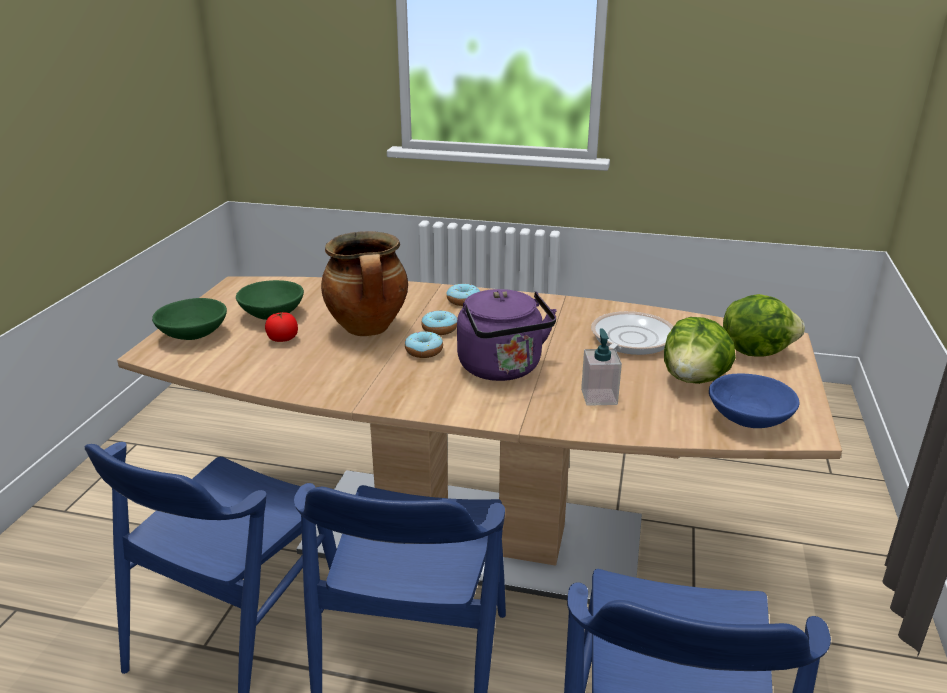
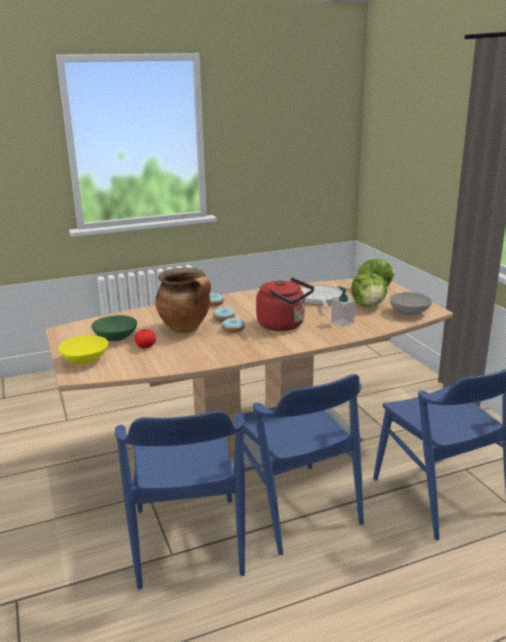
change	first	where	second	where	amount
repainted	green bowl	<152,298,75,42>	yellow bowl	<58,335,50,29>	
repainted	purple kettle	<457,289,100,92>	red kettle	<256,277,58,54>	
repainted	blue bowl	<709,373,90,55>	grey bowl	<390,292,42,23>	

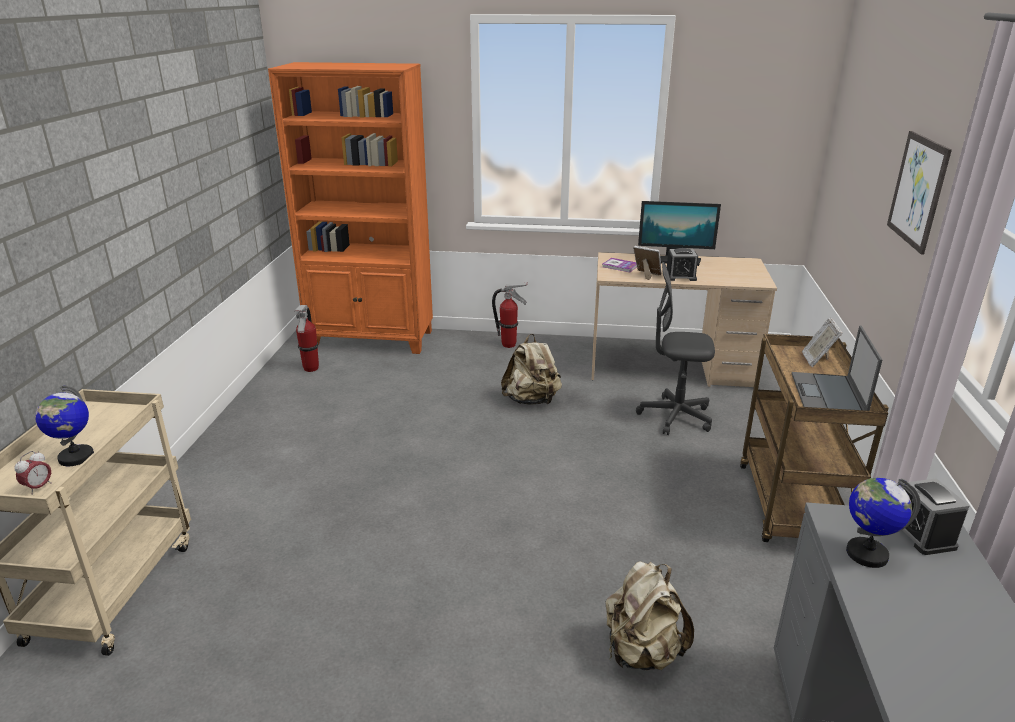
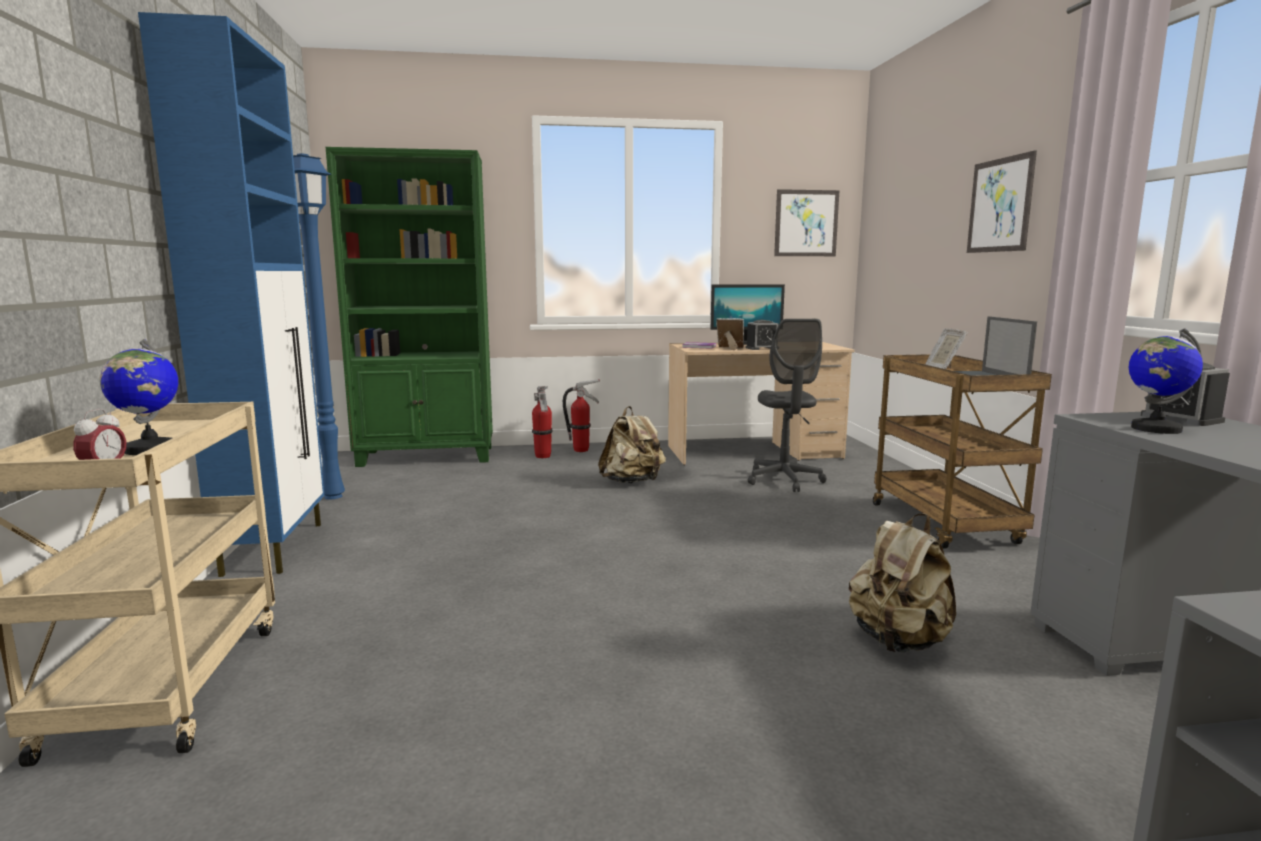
change	first	where	second	where	amount
new			blue cabinet	<138,12,187,565>	
new			blue floor lamp	<293,153,52,346>	
new			picture	<774,189,66,67>	
shifted	fire extinguisher	<294,305,25,67>		<532,386,21,72>	
repainted	orange bookcase	<268,62,165,292>	green bookcase	<326,147,167,320>	
rotated	grey office chair	<636,262,79,173>		<748,319,79,173>	90 degrees counterclockwise

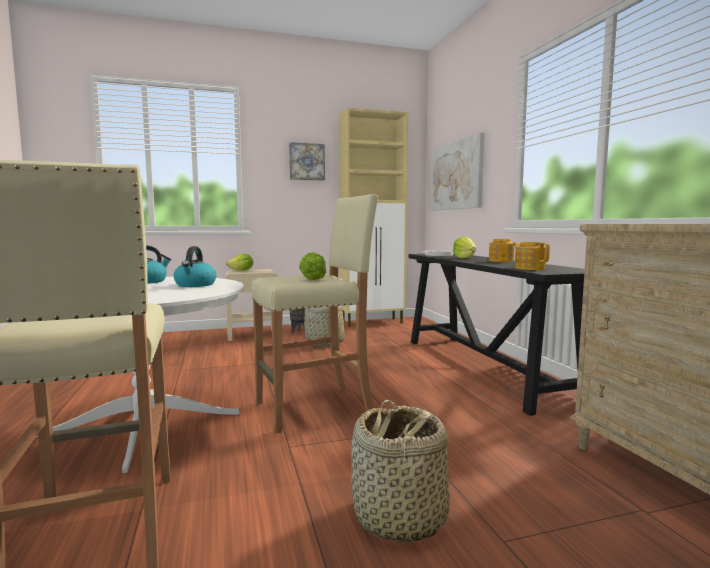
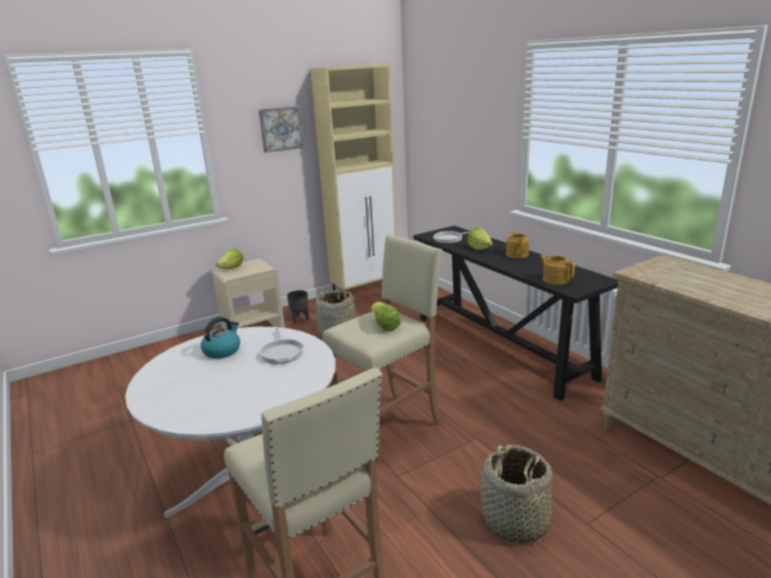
change	first	where	second	where	amount
gone	picture	<430,133,54,78>			
swapped	kettle	<174,246,43,41>	frying pan	<259,328,45,36>	

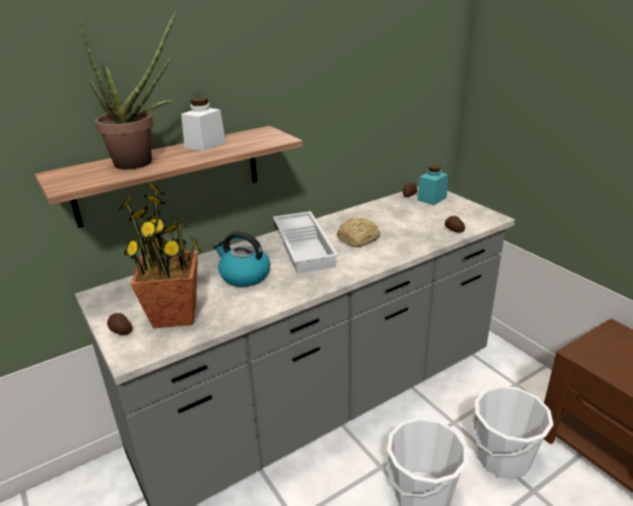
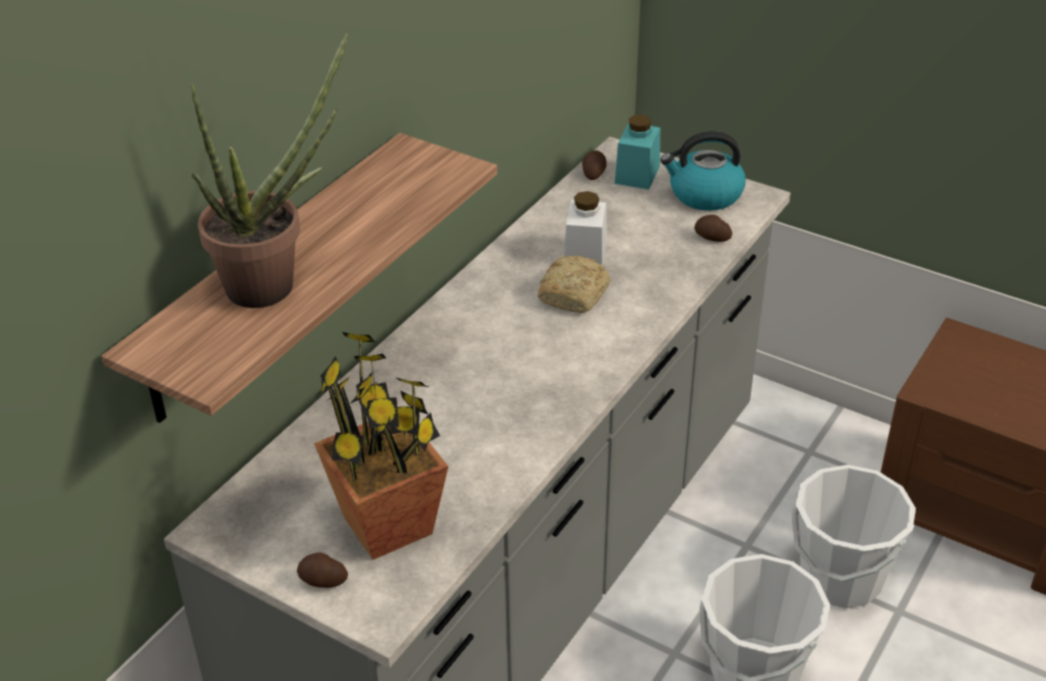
change	first	where	second	where	amount
gone	white tray	<273,211,66,63>			
shifted	white jar	<181,97,45,55>		<564,191,43,74>	
shifted	kettle	<213,231,57,56>		<660,131,85,80>	

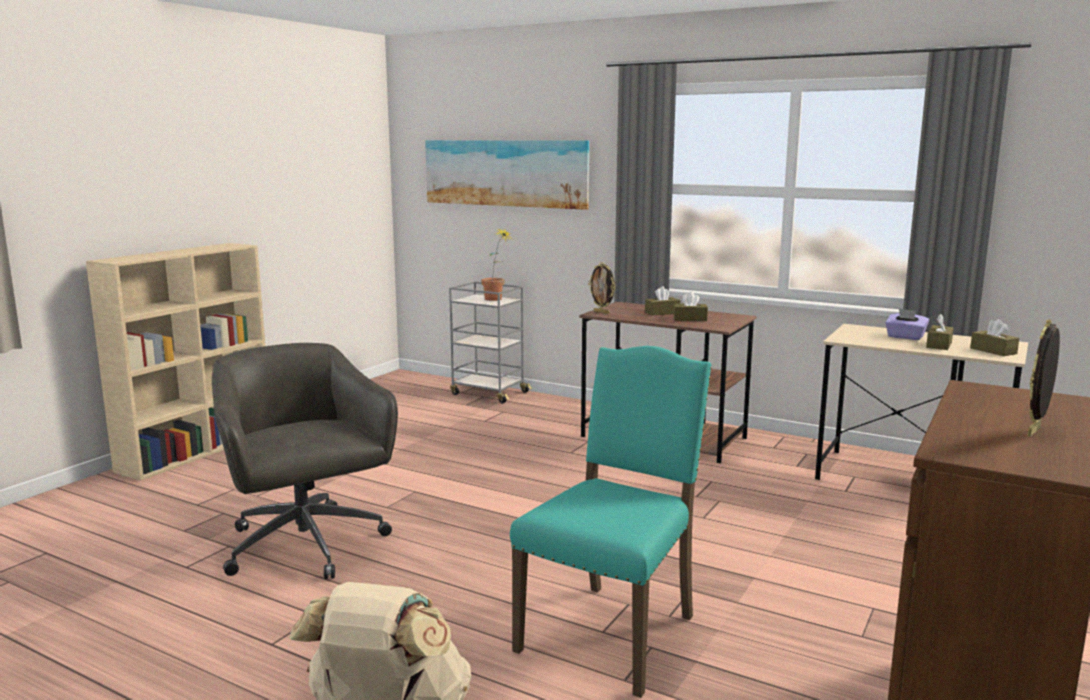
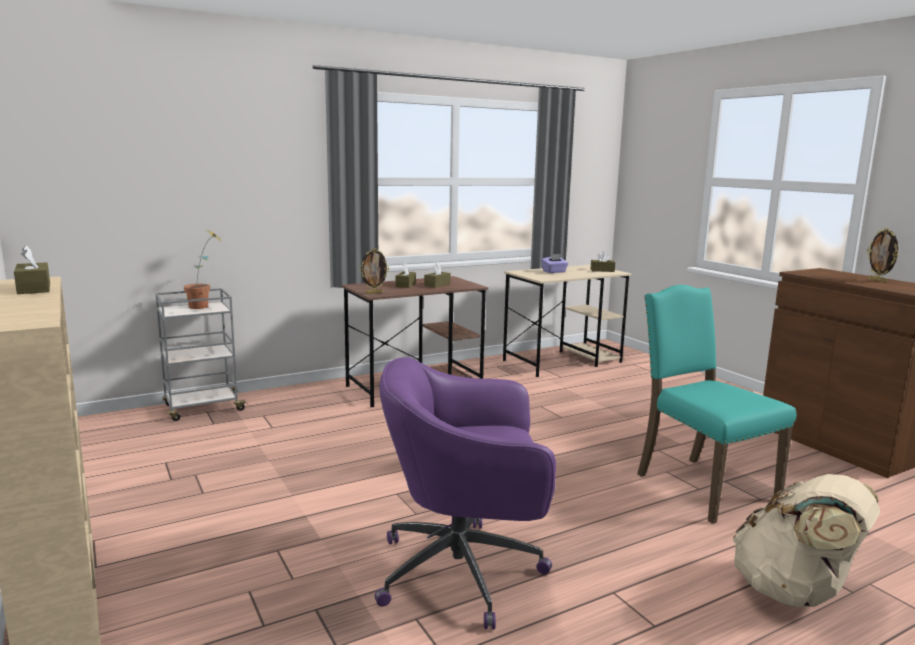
change	first	where	second	where	amount
gone	picture	<425,140,164,70>			
shifted	brown tissue box	<926,314,28,36>		<14,245,36,49>	
repainted	grey office chair	<212,343,186,236>	purple office chair	<375,357,181,273>	

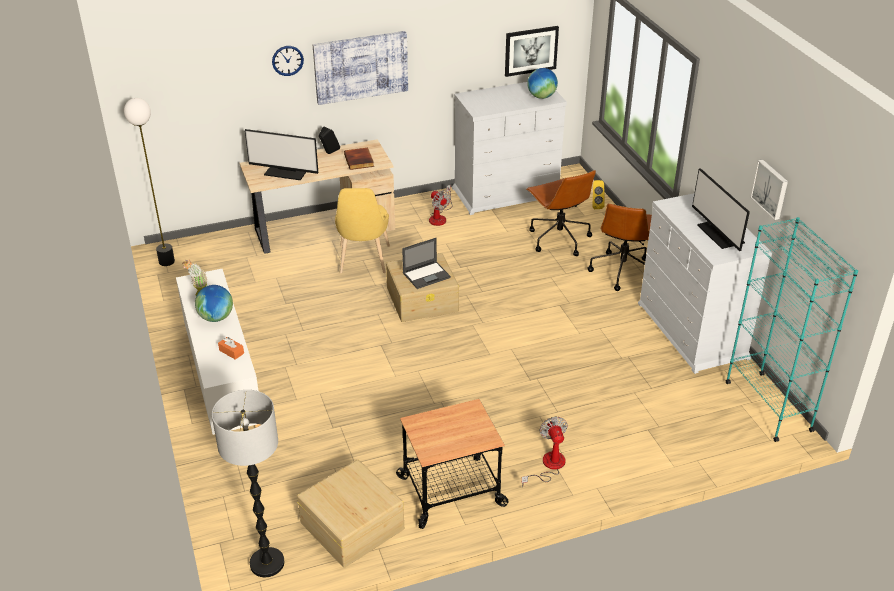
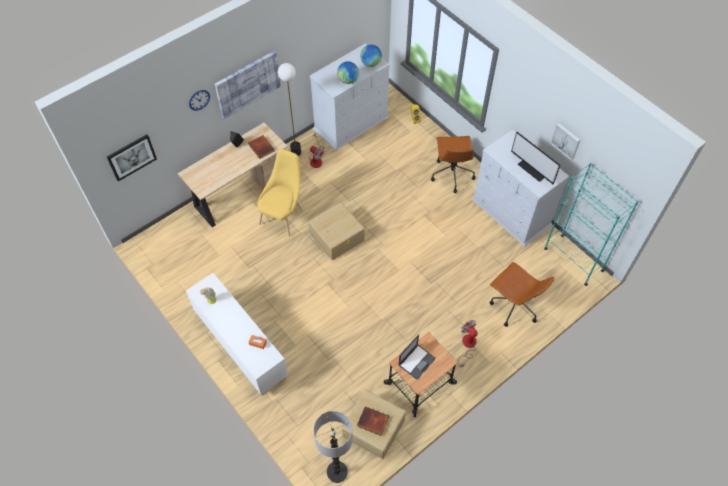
change	first	where	second	where	amount
gone	monitor	<245,129,73,51>			
new			book	<357,406,32,30>	
shifted	floor lamp	<124,98,51,168>		<278,63,23,93>	
shifted	globe	<195,285,38,37>		<337,61,22,23>	
shifted	laptop	<402,238,49,51>		<398,334,38,46>	
shifted	picture	<505,26,54,51>		<107,134,50,48>	
shifted	brown office chair	<526,170,70,86>		<489,262,66,65>	
rotated	yellow chair	<335,188,55,85>		<258,149,45,88>	135 degrees counterclockwise

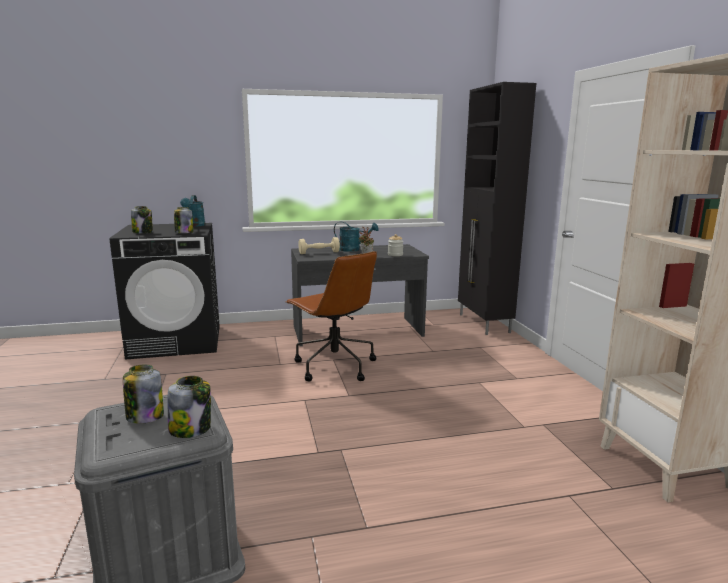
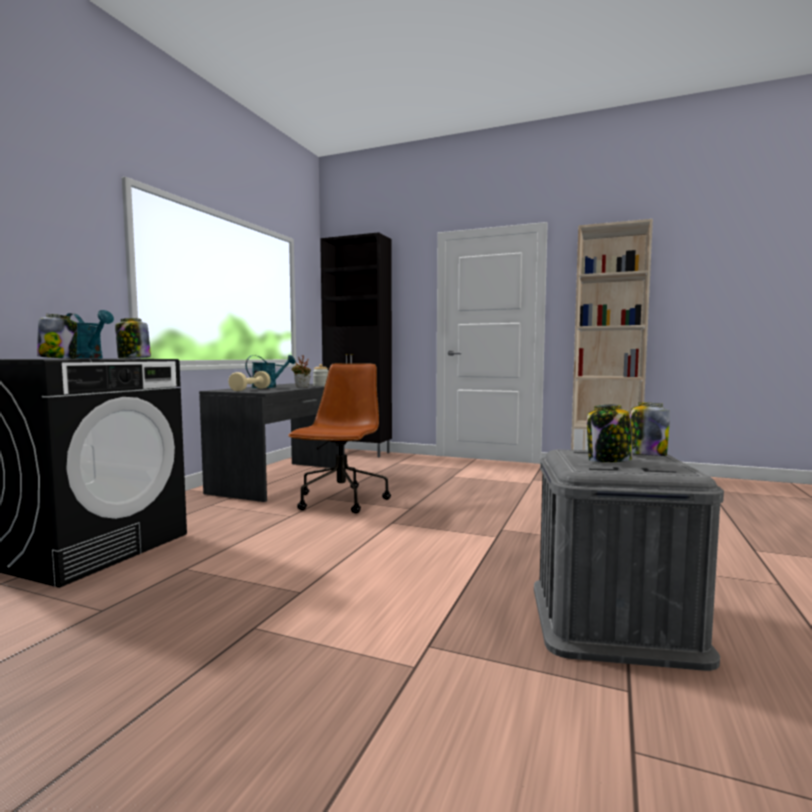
change	first	where	second	where	amount
rotated	brown office chair	<285,251,92,130>		<288,363,103,151>	75 degrees counterclockwise

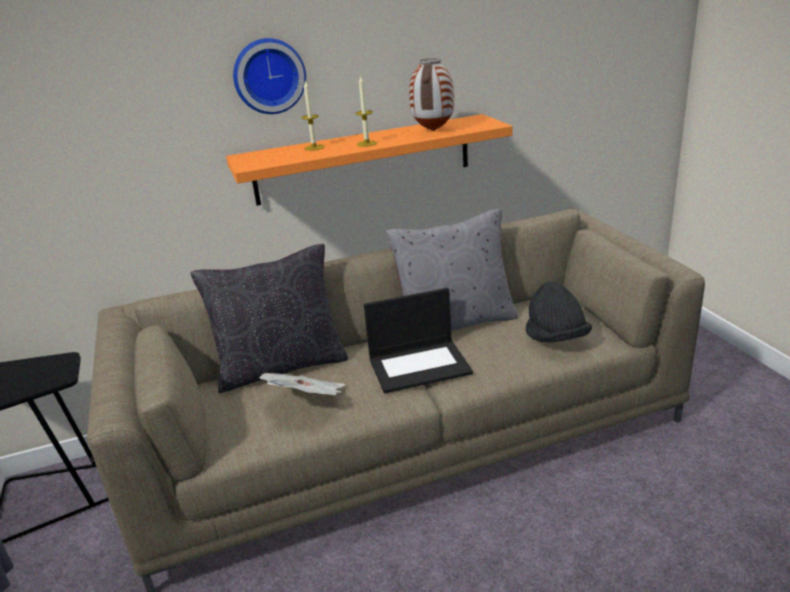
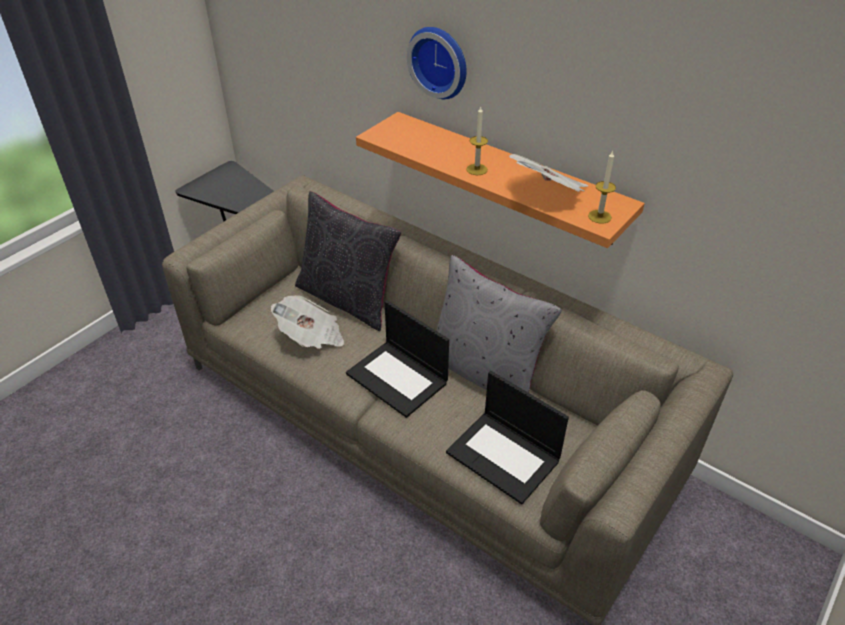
change	first	where	second	where	amount
shifted	candle	<301,81,23,70>		<588,151,28,73>	
swapped	vase	<409,58,45,73>	newspaper	<509,154,79,38>	
swapped	black hat	<526,281,66,62>	laptop	<446,371,123,133>	

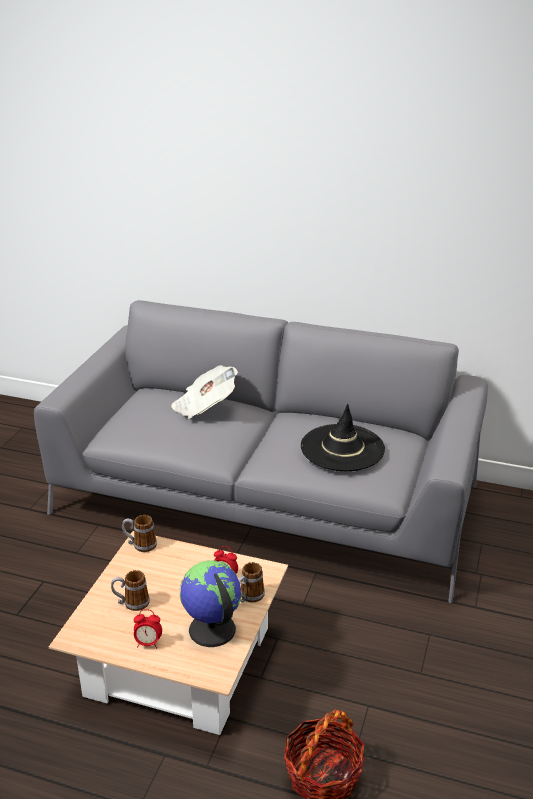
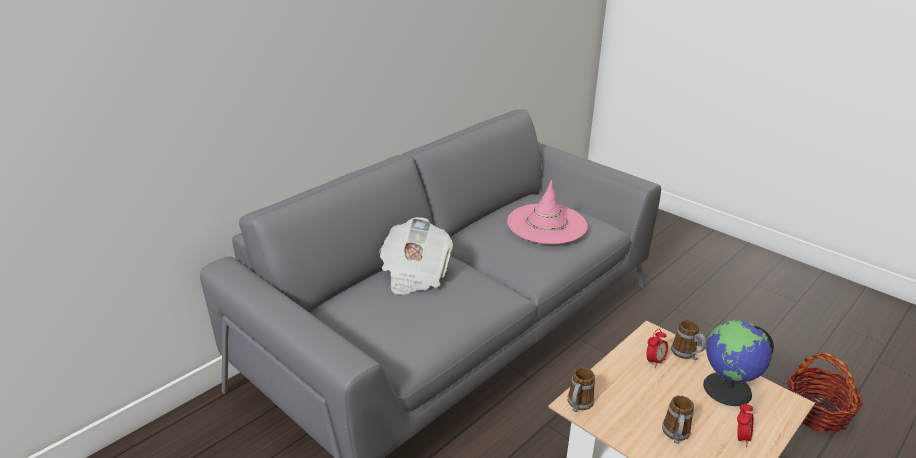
change	first	where	second	where	amount
repainted	black hat	<301,404,84,67>	pink hat	<507,180,81,64>	

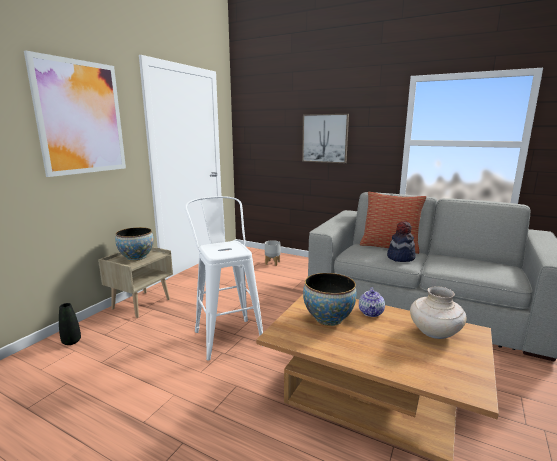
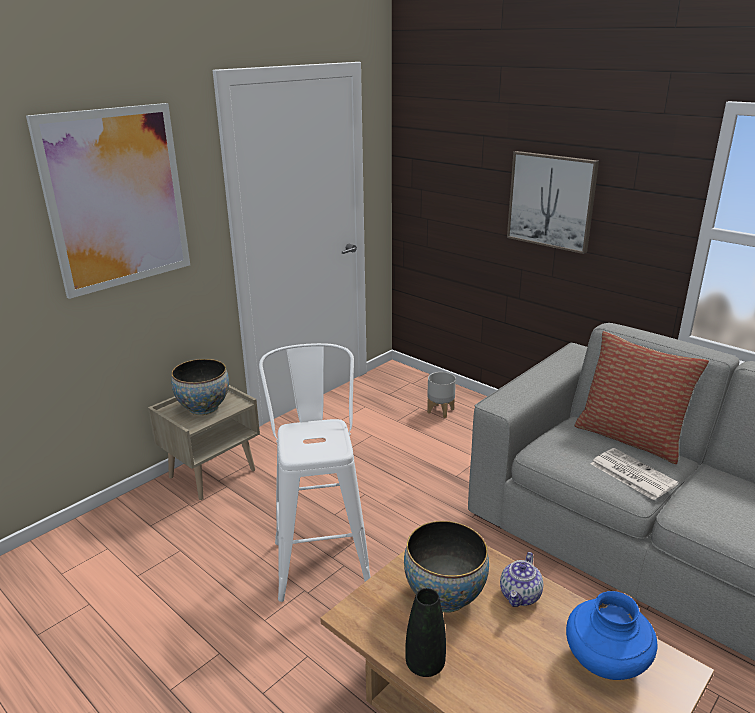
change	first	where	second	where	amount
shifted	black vase	<59,303,22,42>		<405,588,41,89>	
swapped	hat	<387,221,29,41>	newspaper	<590,448,88,52>	
repainted	beige vase	<410,286,57,53>	blue vase	<566,591,91,89>	

